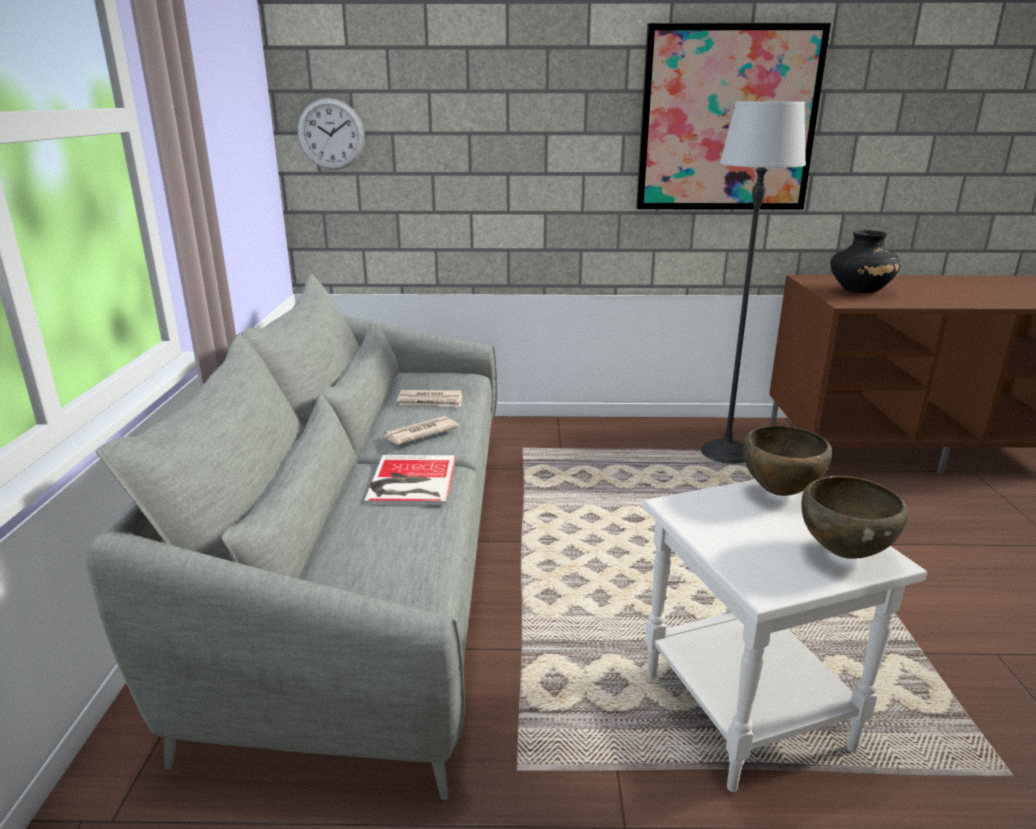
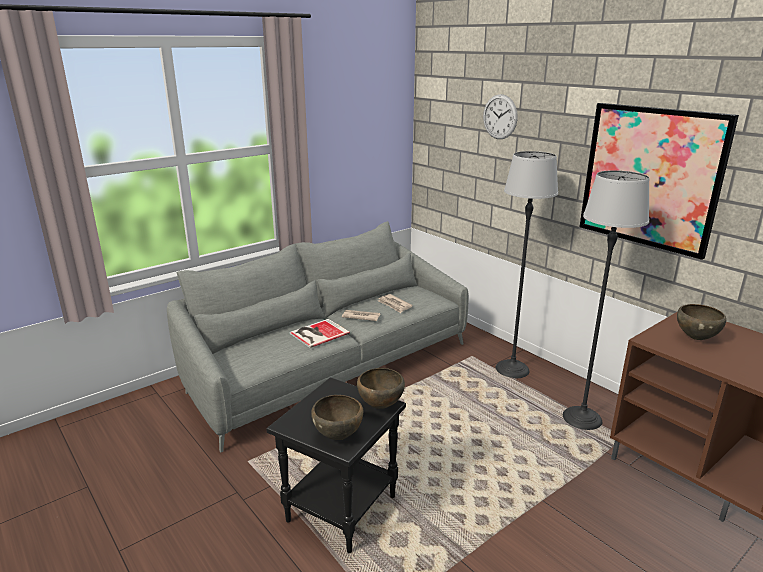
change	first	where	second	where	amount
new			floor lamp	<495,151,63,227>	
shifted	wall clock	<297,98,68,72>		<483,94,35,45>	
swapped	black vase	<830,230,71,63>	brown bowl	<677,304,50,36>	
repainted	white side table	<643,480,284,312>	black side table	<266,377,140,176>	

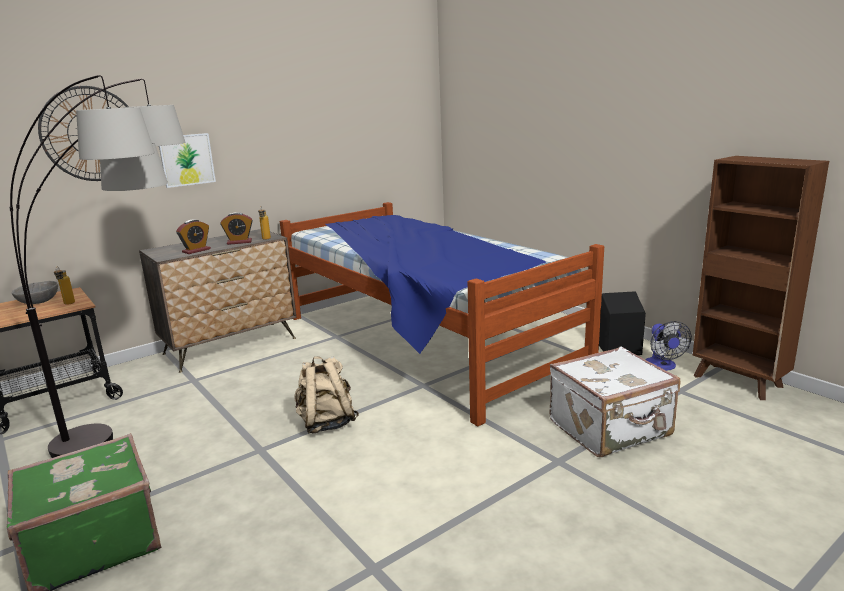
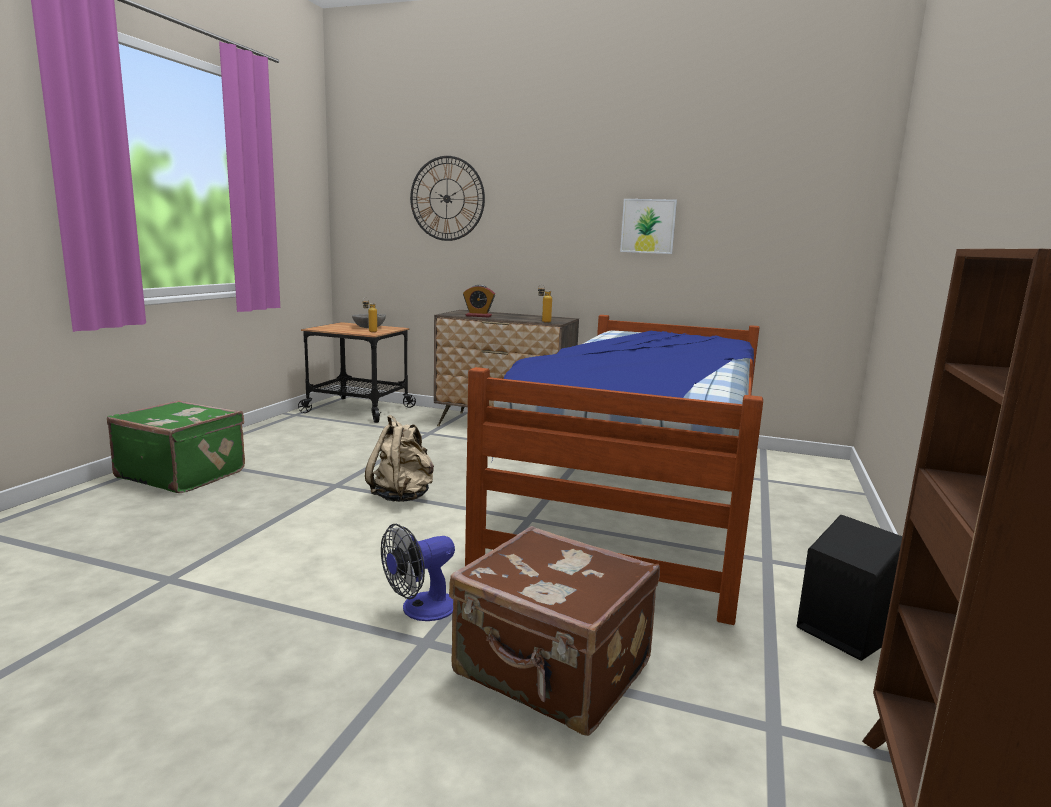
change	first	where	second	where	amount
gone	floor lamp	<10,75,175,383>			
gone	alarm clock	<220,212,33,33>			
shifted	picture	<159,133,57,55>		<620,199,57,55>	
shifted	fan	<645,321,47,50>		<381,524,74,97>	
repainted	white suitcase	<550,346,131,111>	brown suitcase	<449,526,211,210>	

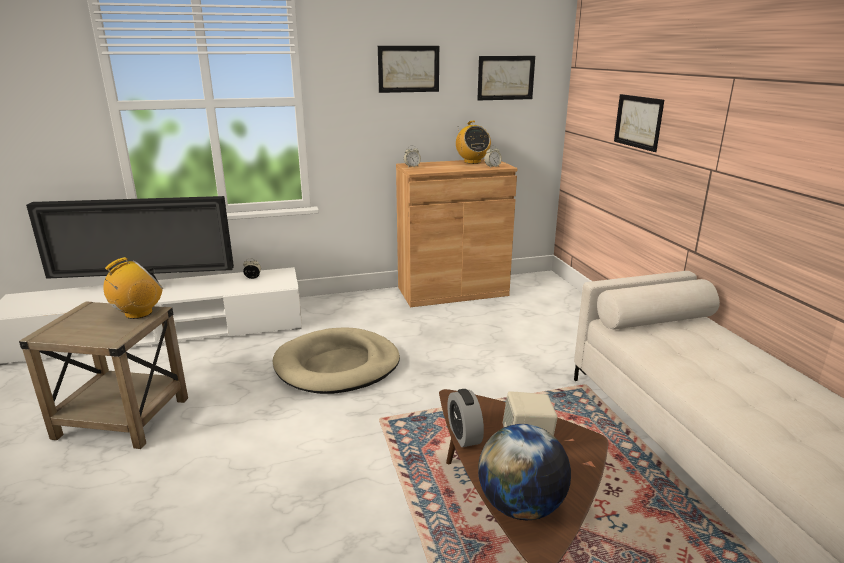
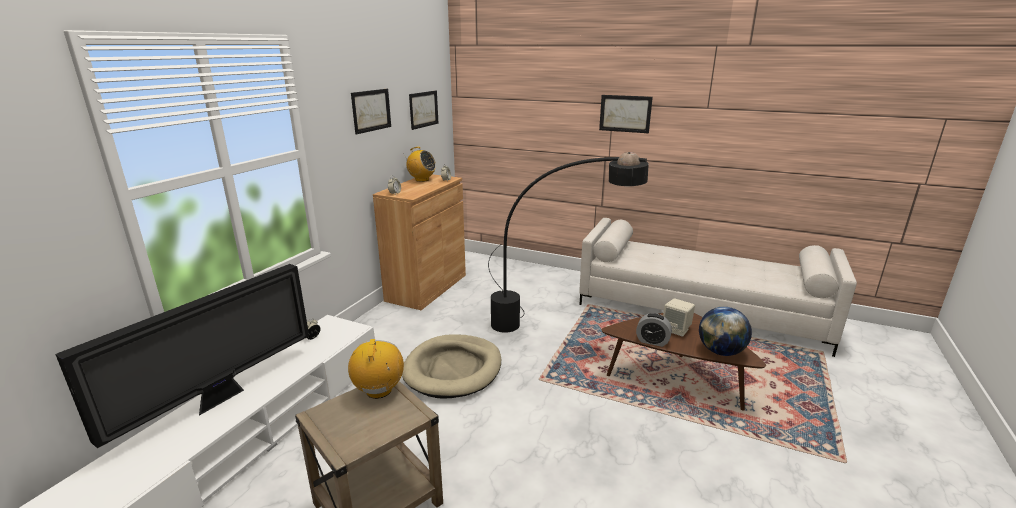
change	first	where	second	where	amount
new			black floor lamp	<488,152,161,181>	
shifted	picture	<614,94,50,58>		<599,95,54,38>	

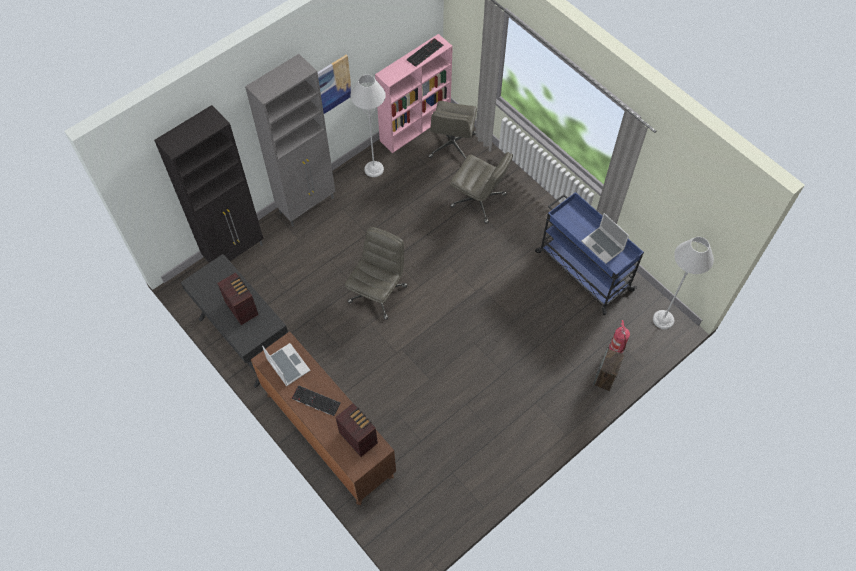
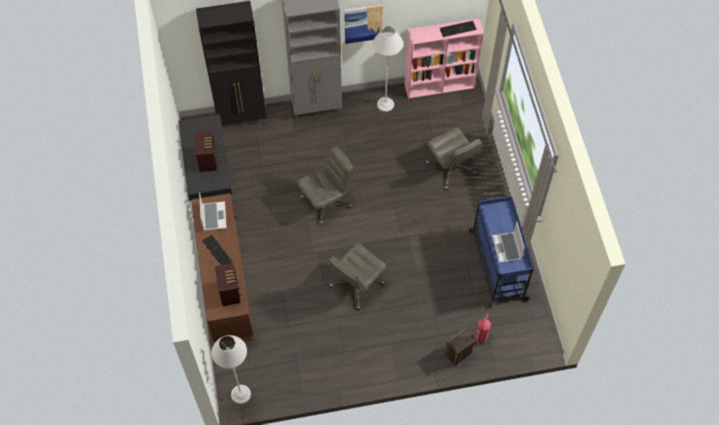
change	first	where	second	where	amount
shifted	grey office chair	<429,101,48,58>		<328,243,58,67>	
shifted	grey floor lamp	<653,237,61,92>		<212,335,39,69>	

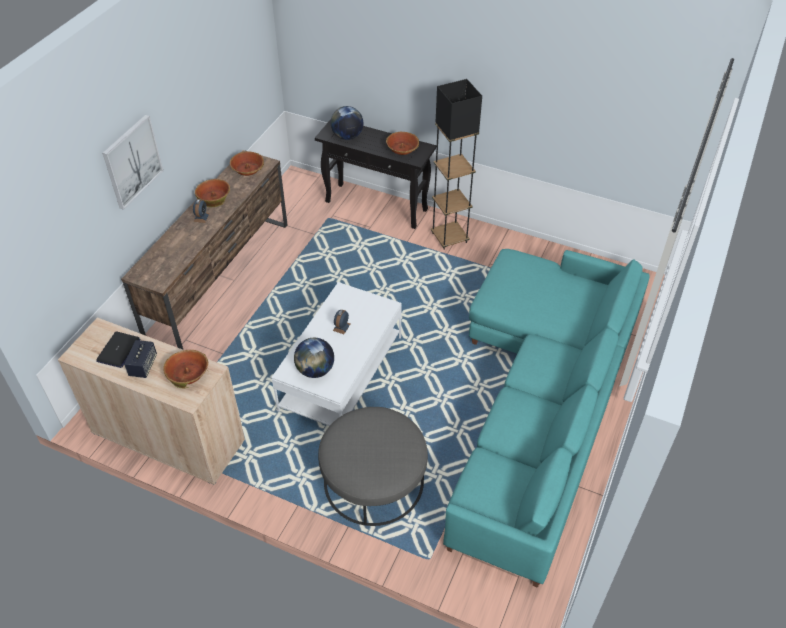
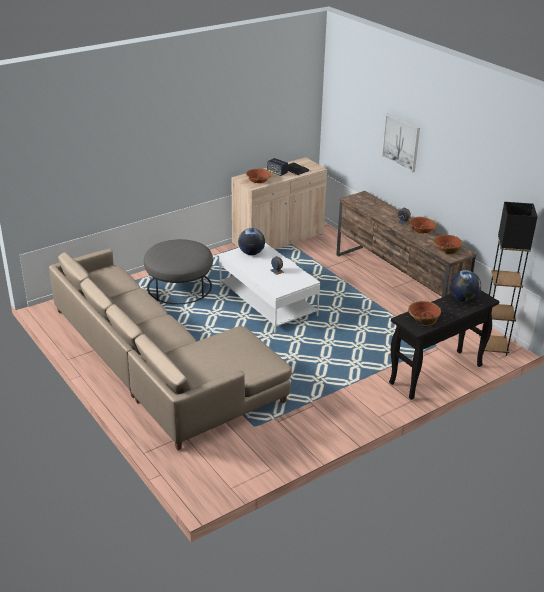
change	first	where	second	where	amount
shifted	black floor lamp	<431,79,51,171>		<480,202,58,154>	
repainted	turquoise sofa	<443,249,207,339>	beige sofa	<49,248,243,202>	

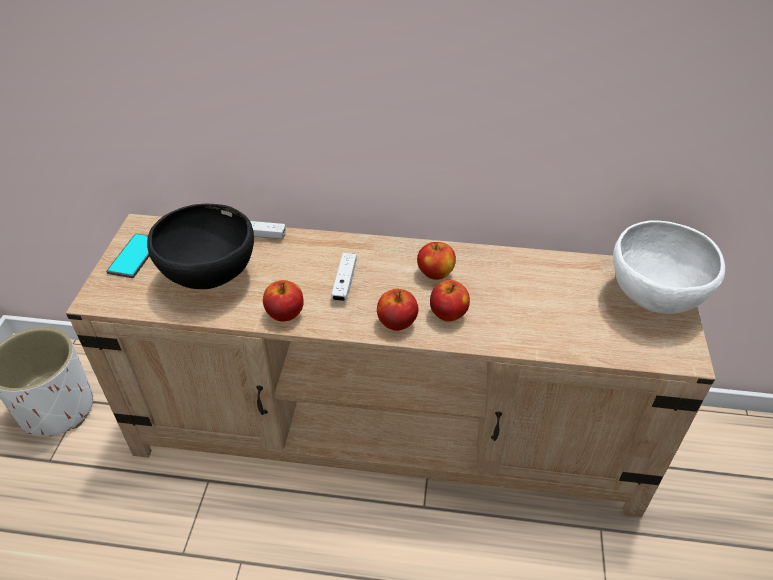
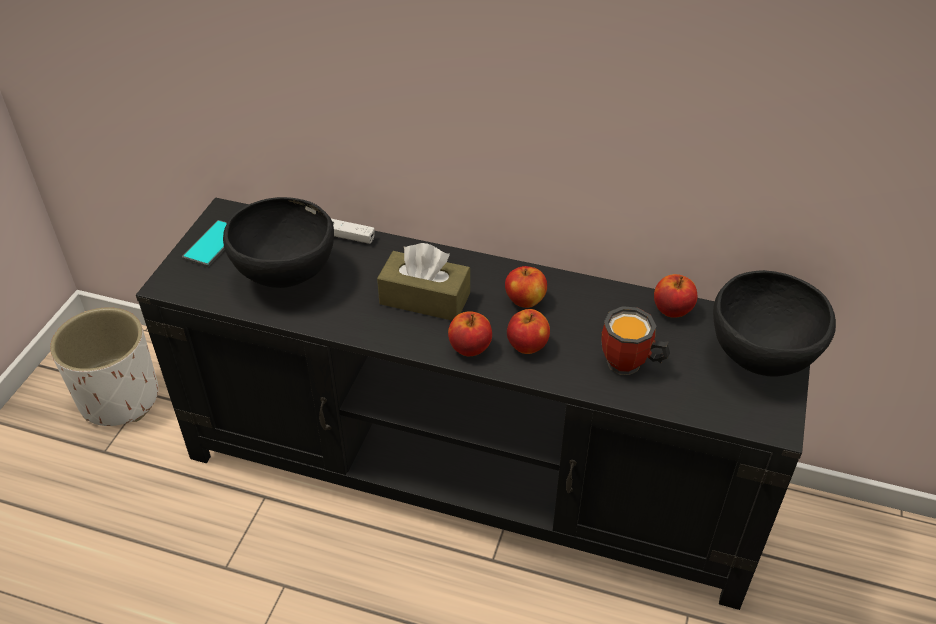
change	first	where	second	where	amount
new			mug	<602,306,68,69>	
shifted	apple	<263,280,41,42>		<654,274,43,44>	
swapped	white game controller	<331,253,26,49>	brown tissue box	<377,243,93,77>	
repainted	beige tv stand	<66,214,650,303>	black tv stand	<136,198,674,412>	
repainted	white bowl	<613,221,112,93>	black bowl	<713,270,123,106>	

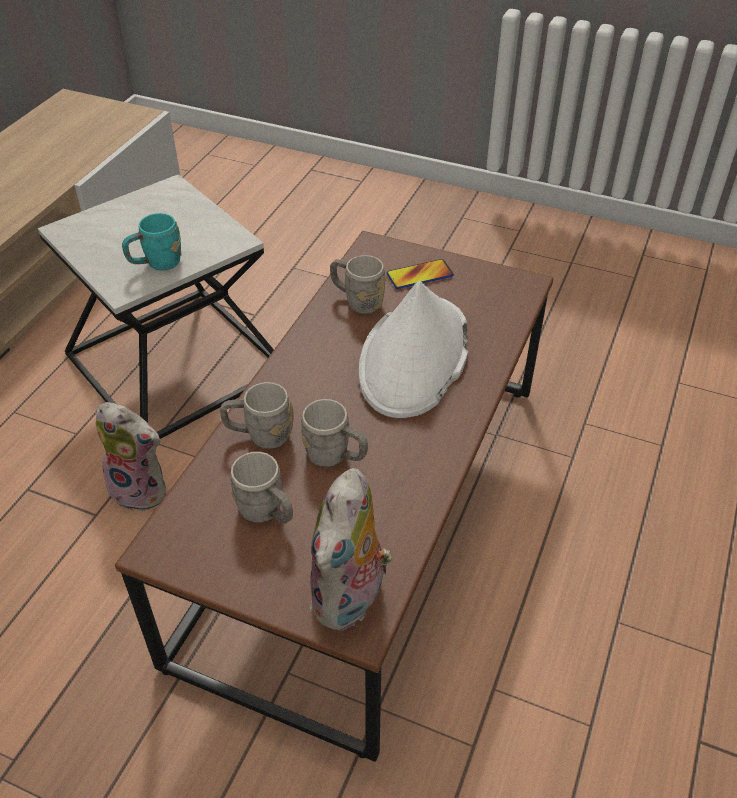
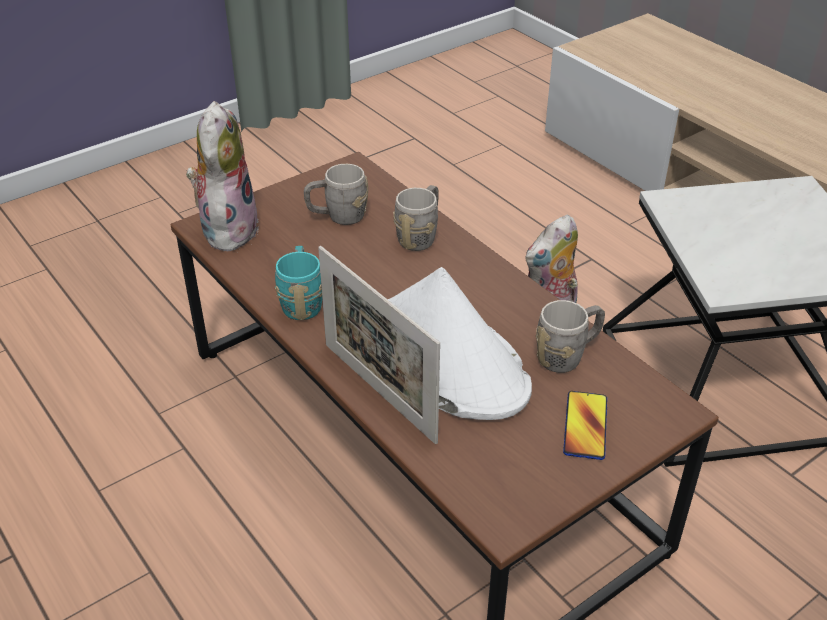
change	first	where	second	where	amount
gone	grey mug	<301,399,67,68>			
new			picture frame	<318,246,122,198>	
shifted	turquoise mug	<122,213,60,57>		<275,246,47,74>	
rotated	plush toy	<309,468,83,163>		<186,101,73,152>	45 degrees clockwise

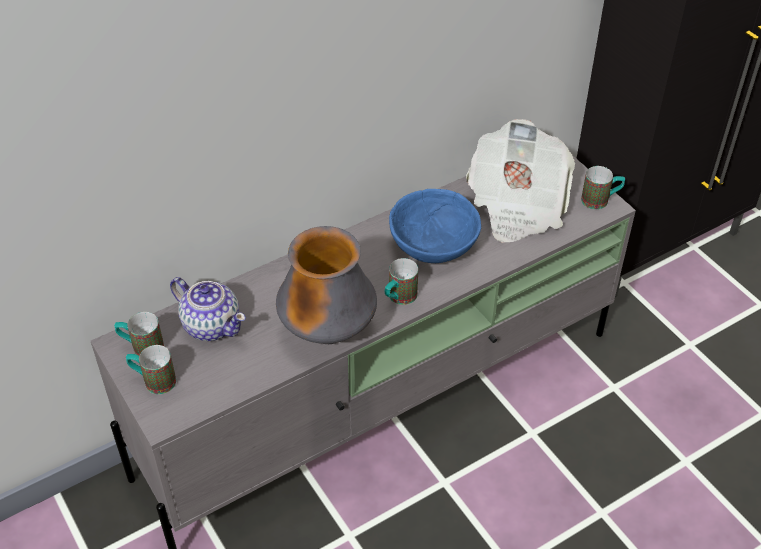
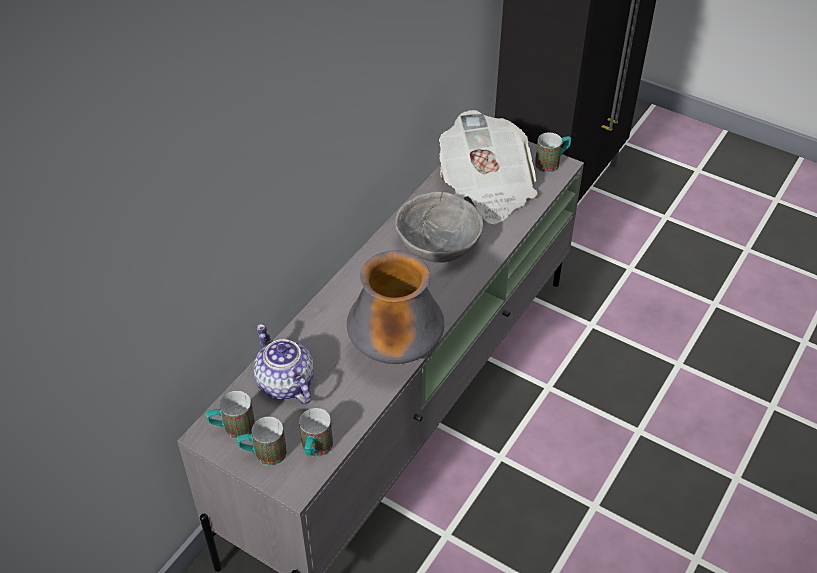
change	first	where	second	where	amount
shifted	mug	<385,258,33,47>		<299,408,34,49>	
repainted	blue bowl	<389,189,92,74>	grey bowl	<395,192,88,71>	
rotated	teapot	<170,277,76,64>		<254,324,60,80>	135 degrees counterclockwise

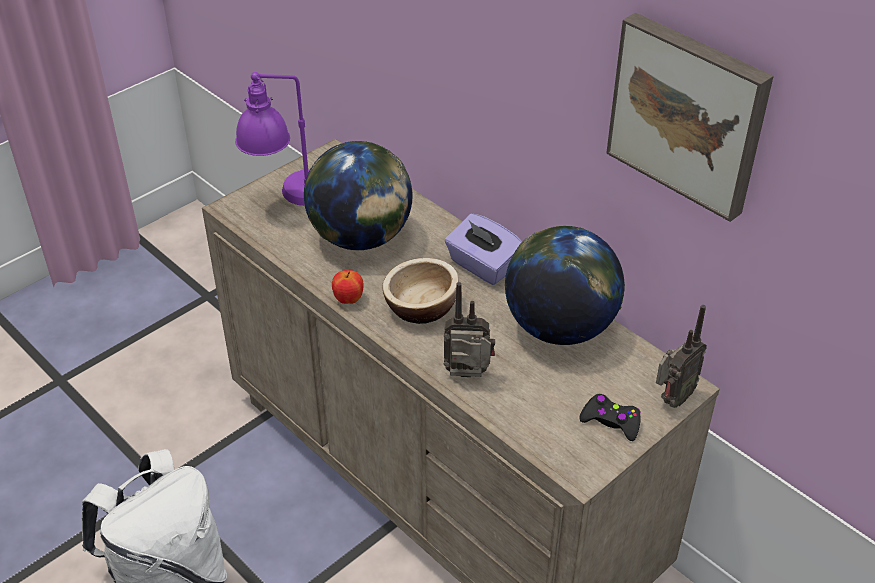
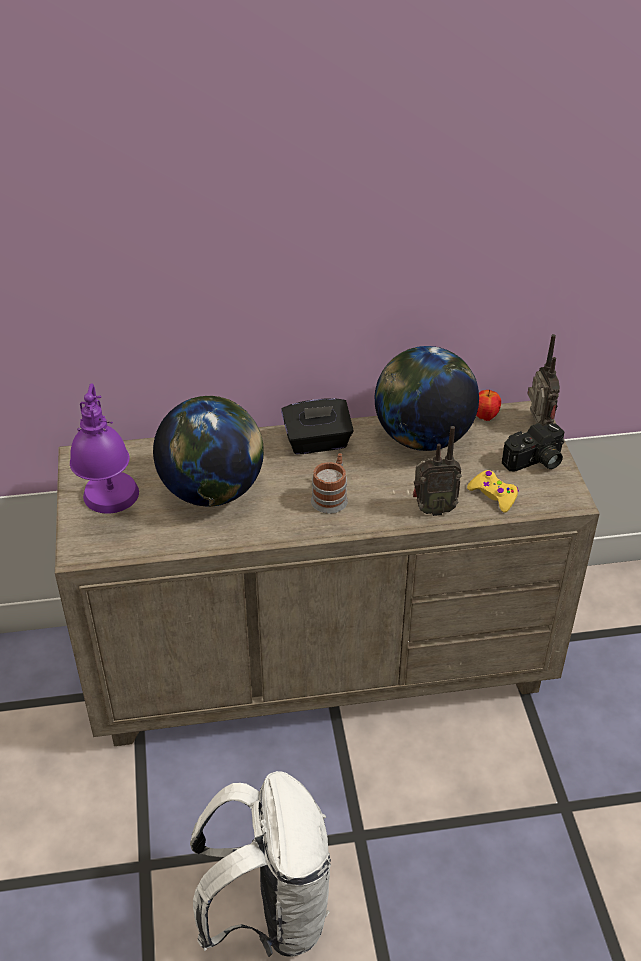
change	first	where	second	where	amount
gone	picture	<606,13,168,209>			
new			yellow game controller	<467,470,52,43>	
shifted	apple	<332,270,32,34>		<476,390,25,31>	
swapped	bowl	<383,258,76,66>	mug	<311,453,37,61>	
swapped	black game controller	<579,394,62,47>	photo camera	<502,423,62,48>	
repainted	purple tissue box	<444,213,78,72>	black tissue box	<281,398,73,56>	
rotated	radio	<444,282,51,95>		<413,426,49,90>	135 degrees counterclockwise

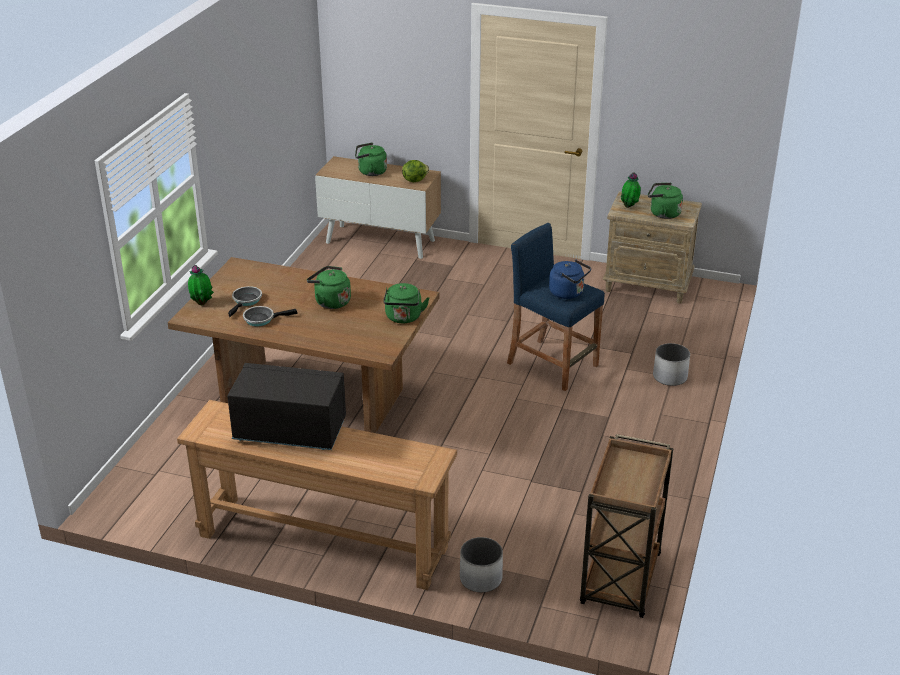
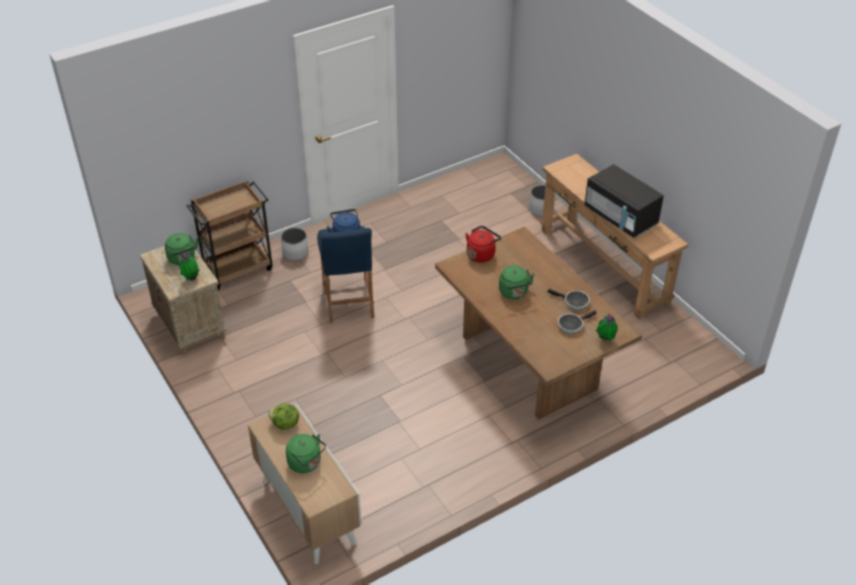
change	first	where	second	where	amount
shifted	brown cart	<580,434,93,184>		<186,180,87,110>	
repainted	green kettle	<383,283,46,40>	red kettle	<465,226,36,37>	

